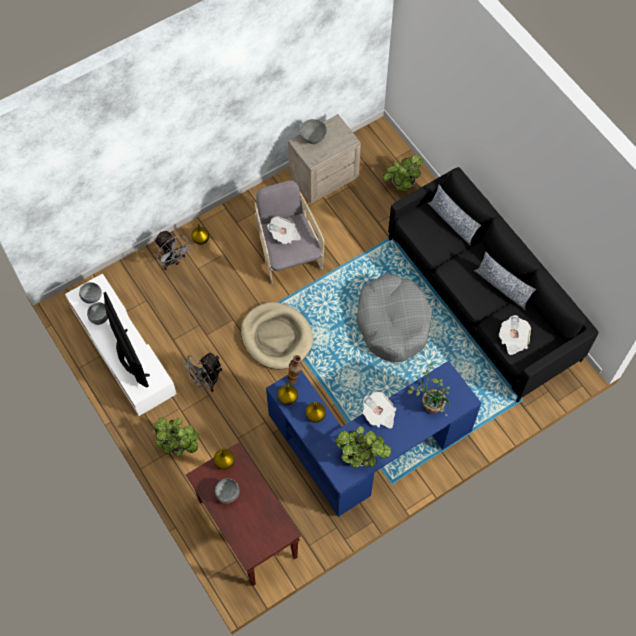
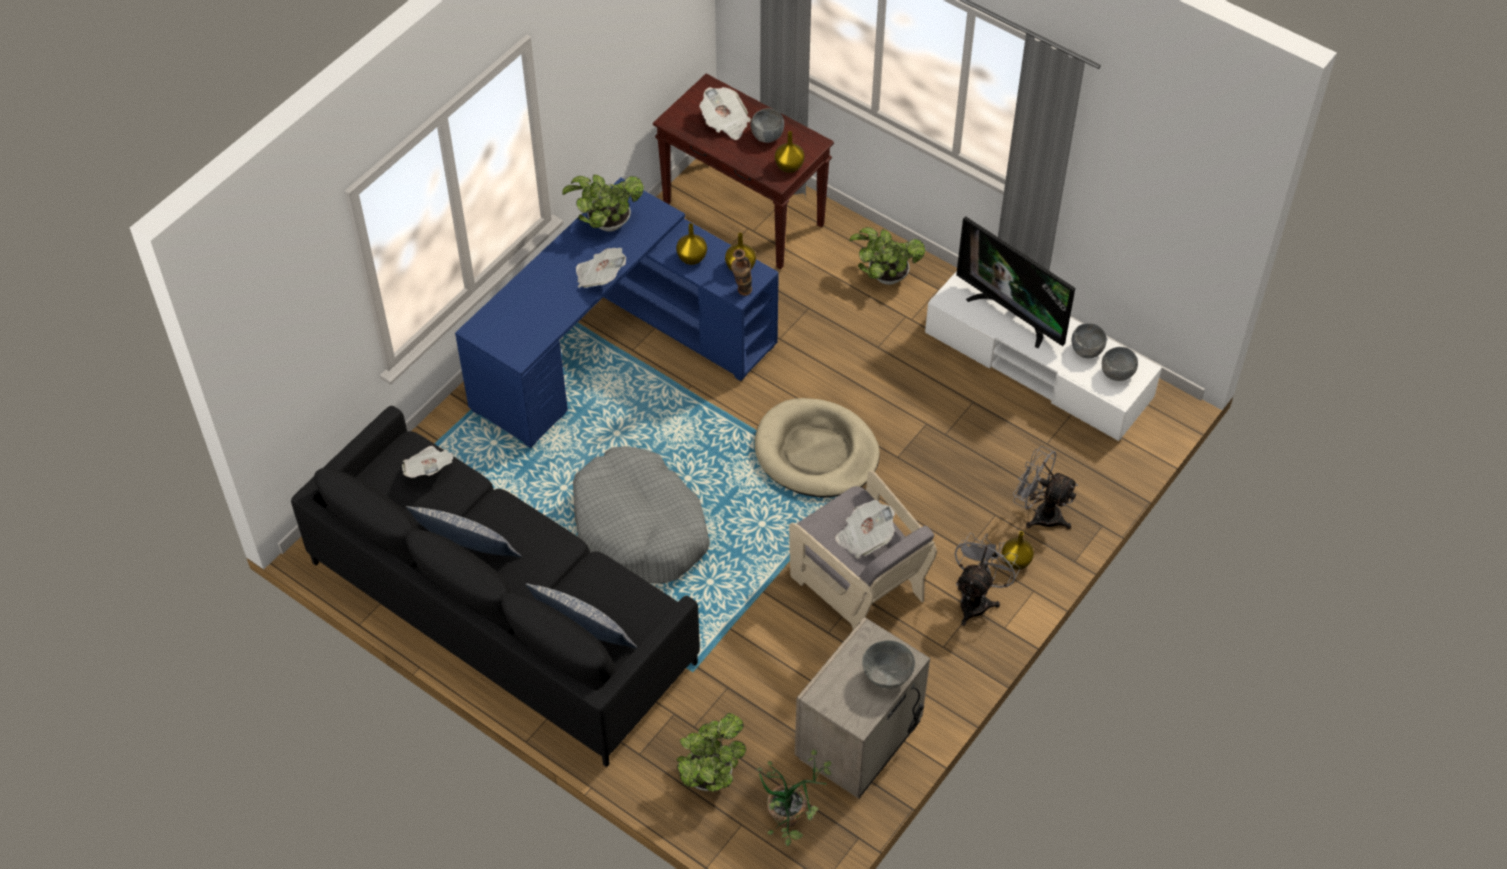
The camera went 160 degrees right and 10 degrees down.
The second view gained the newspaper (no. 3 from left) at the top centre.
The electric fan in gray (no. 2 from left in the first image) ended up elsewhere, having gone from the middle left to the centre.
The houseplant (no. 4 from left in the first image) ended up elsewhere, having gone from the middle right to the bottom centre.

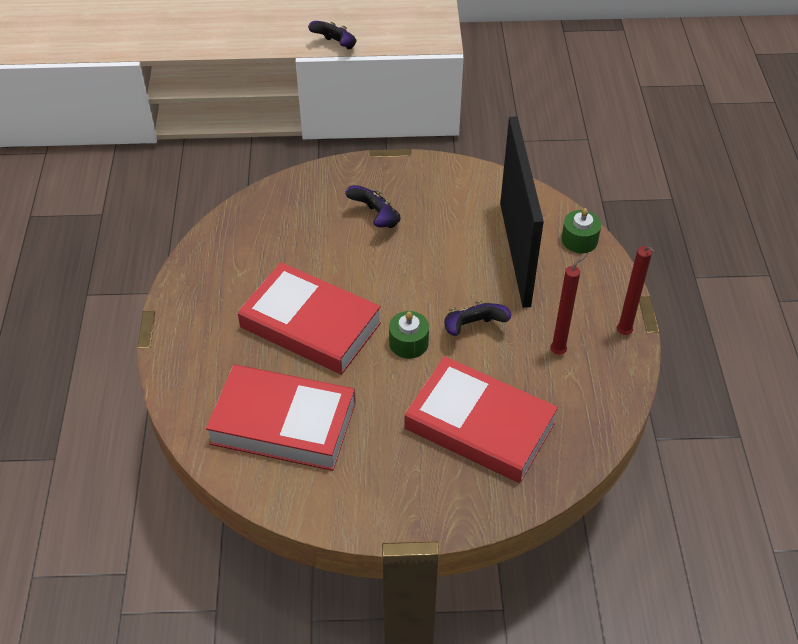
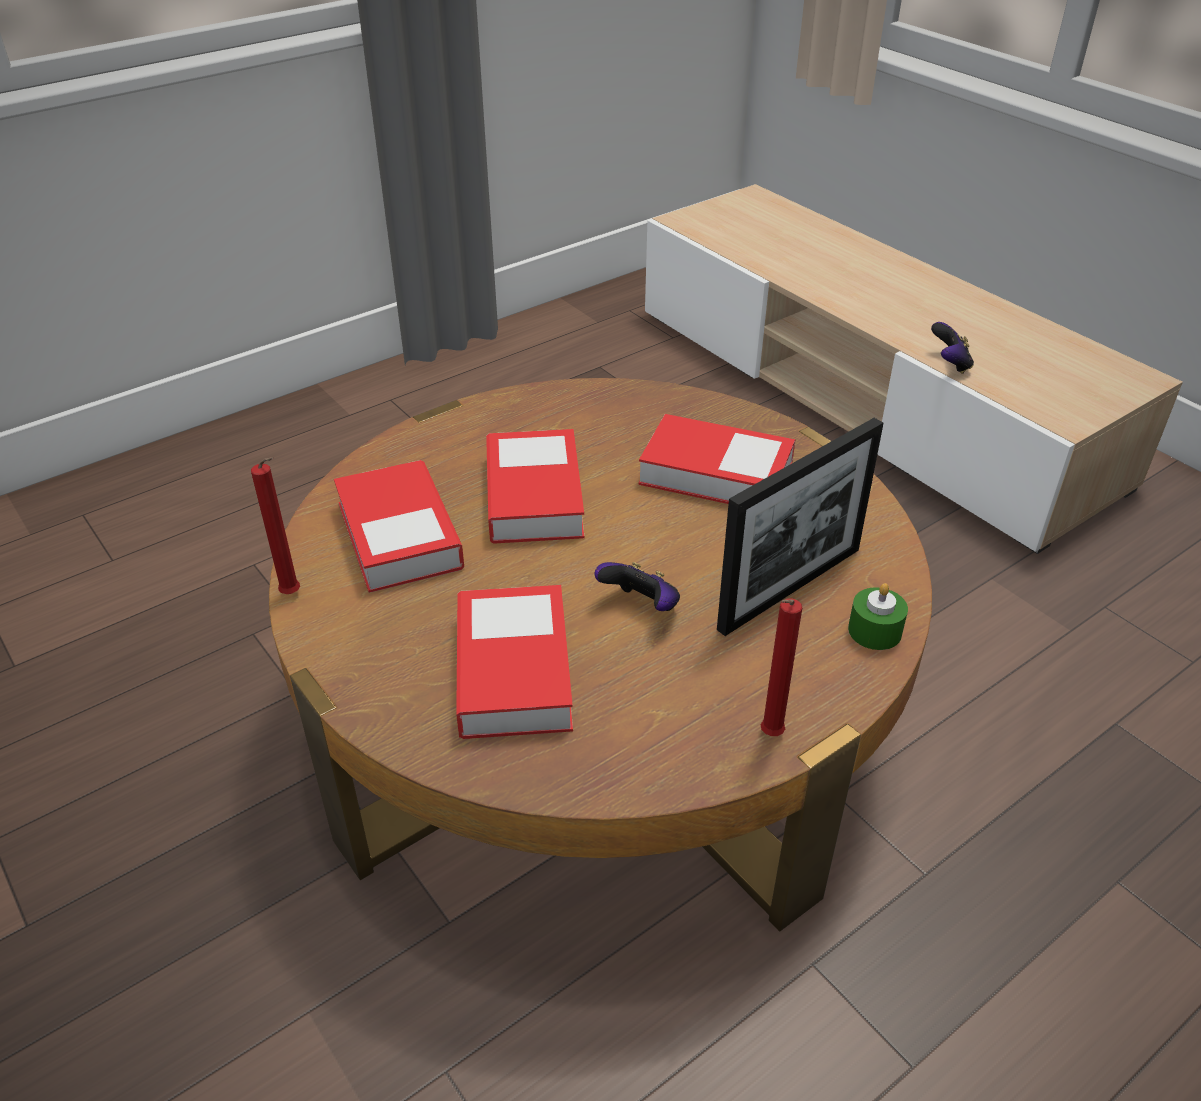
The camera went 55 degrees right and 10 degrees down.
The second view lost the wax light in greenish (no. 1 from left) at the centre.
The wax light in red-coloured (no. 1 from left) ended up elsewhere, having gone from the middle right to the middle left.
Where the gamepad (no. 2 from left) stood at the top centre, the book (no. 4 from left) came to stand at the centre.

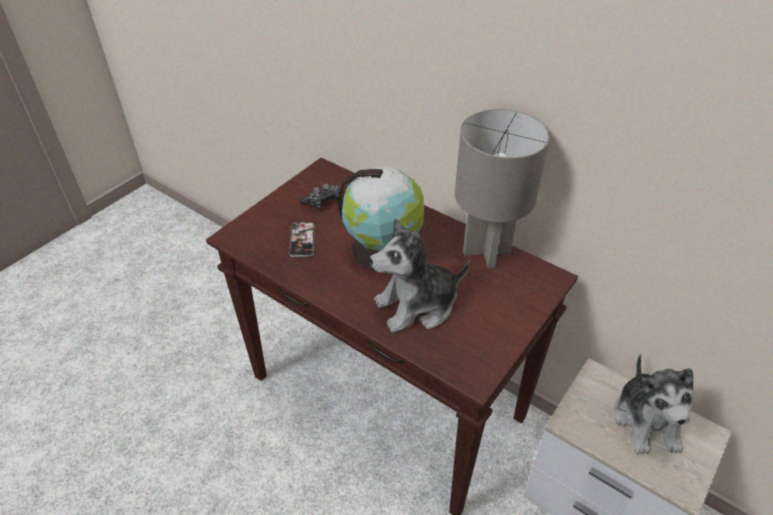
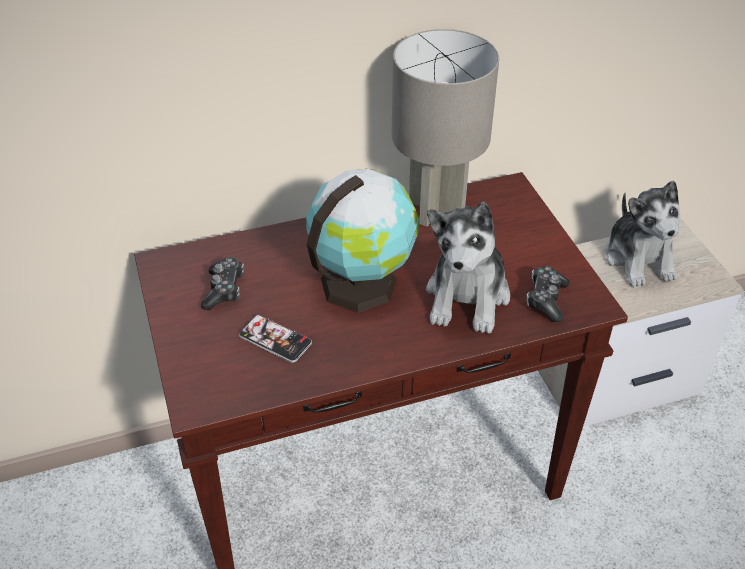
The camera went 55 degrees left and 0 degrees up.
The second view gained the gamepad (no. 2 from left) at the middle right.
The plush toy (no. 2 from left) at the bottom right ended up facing another way, 45 degrees clockwise from before.

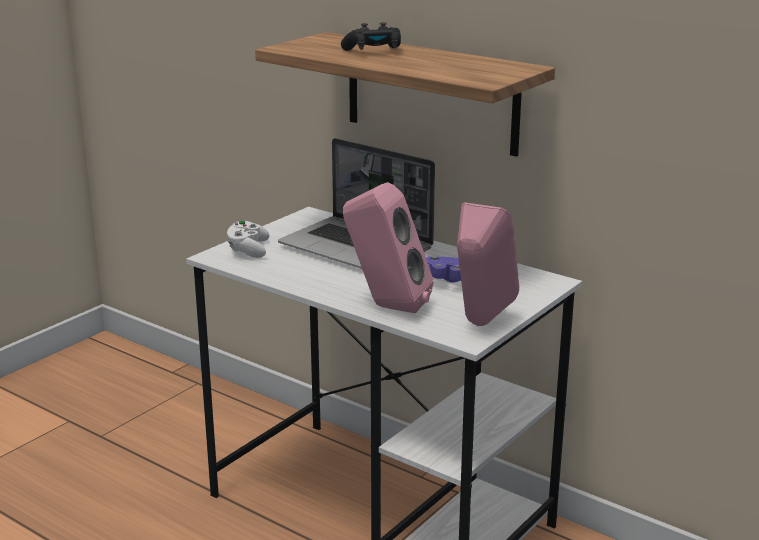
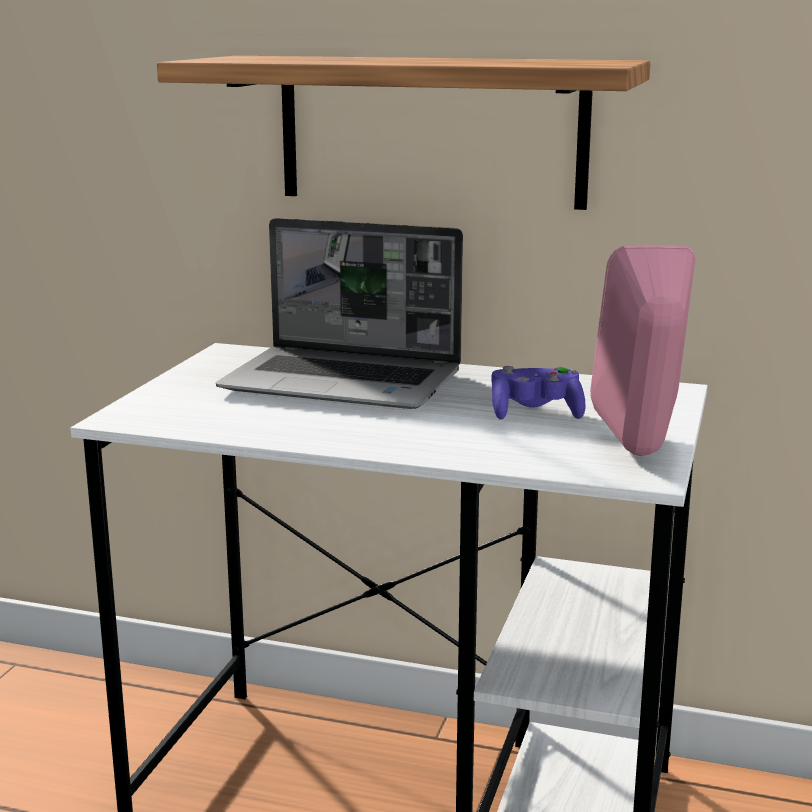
The camera went 20 degrees left and 5 degrees down.
The second view lost the gamepad in white at the middle left.
The second view lost the gamepad in black-coloured at the top centre.
The second view lost the audio speaker in pinkish (no. 1 from left) at the centre.

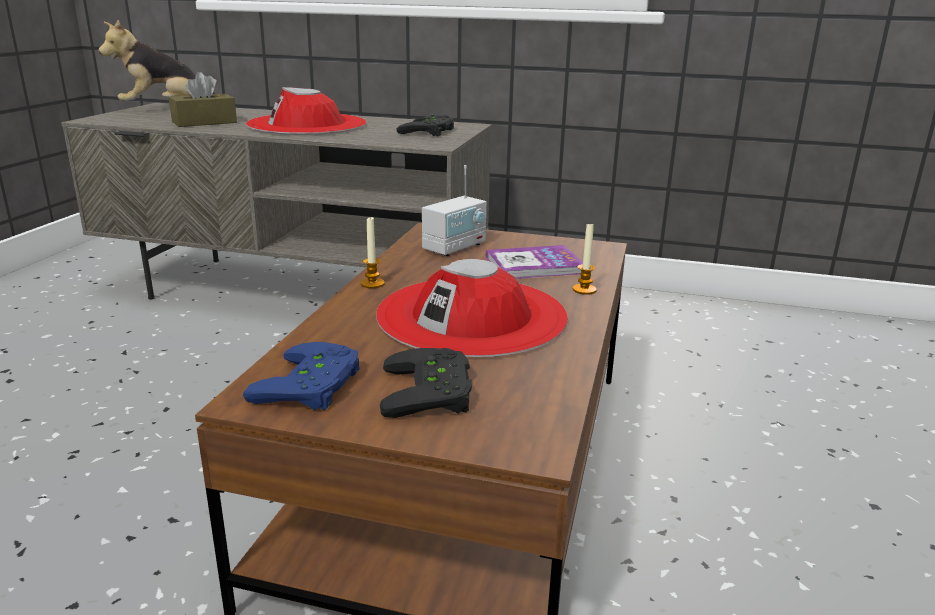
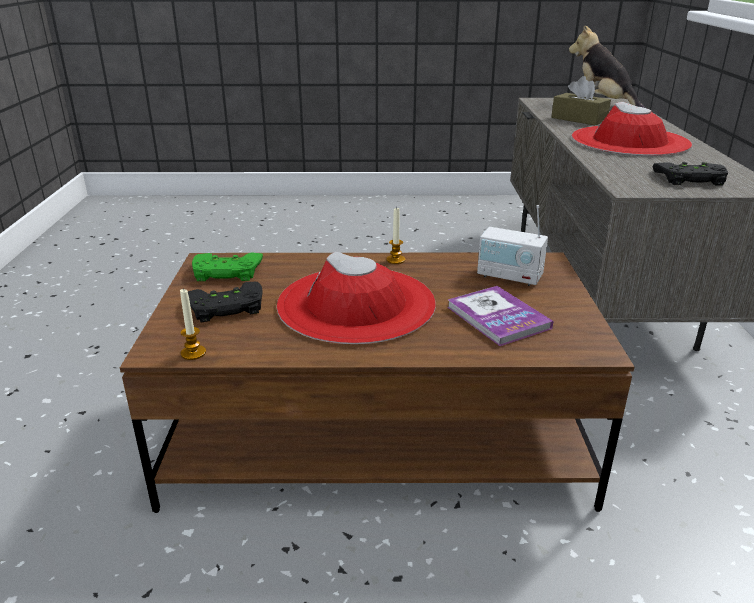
The camera went 75 degrees right and 5 degrees up.
The wax light (no. 2 from left in the first image) ended up elsewhere, having gone from the centre to the middle left.
What was the gamepad in bluish at the middle left turned into the gamepad in greenish at the middle left.

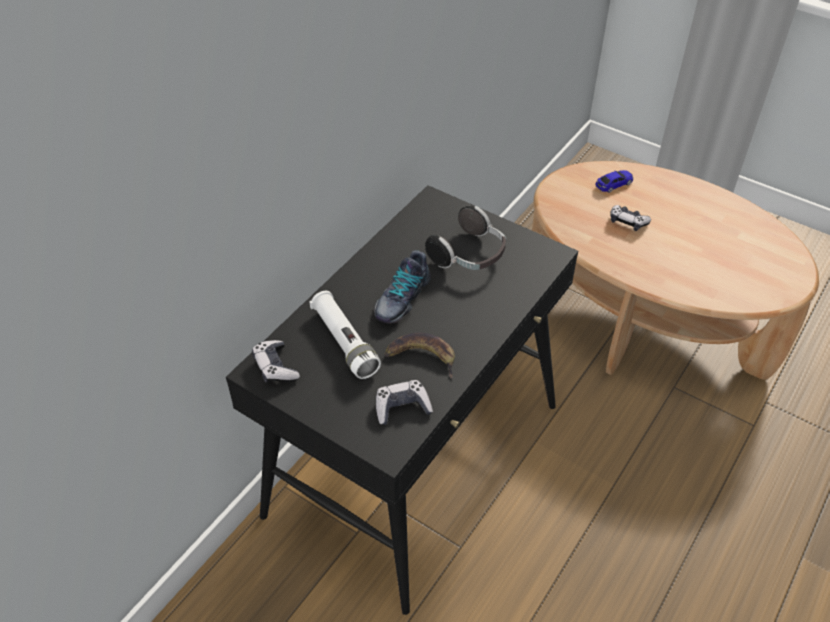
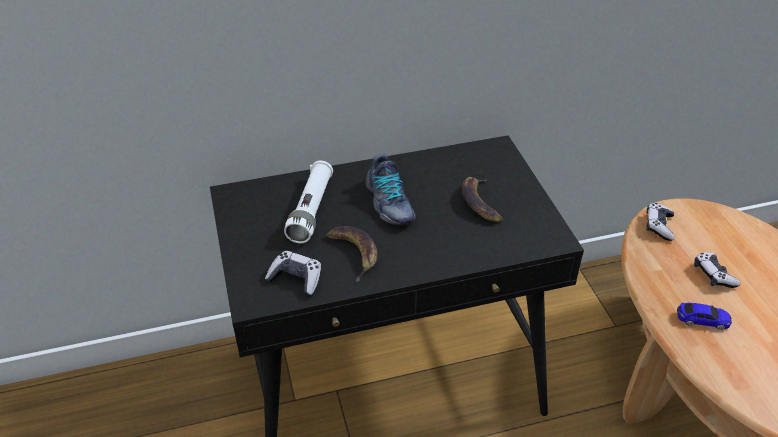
The camera went 40 degrees right and 5 degrees down.
The gamepad (no. 1 from left in the first image) ended up elsewhere, having gone from the middle left to the middle right.
The model car ended up elsewhere, having gone from the top right to the bottom right.
Where the headphones stood at the centre, the whole banana (no. 2 from left) came to stand at the centre.
The low shoe at the centre ended up facing another way, 90 degrees counterclockwise from before.

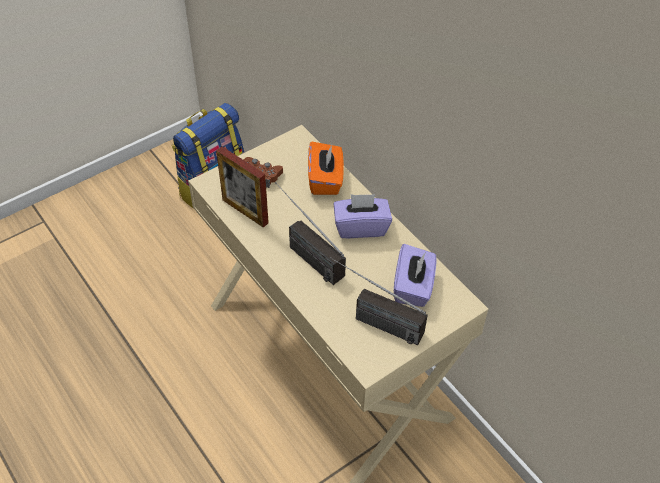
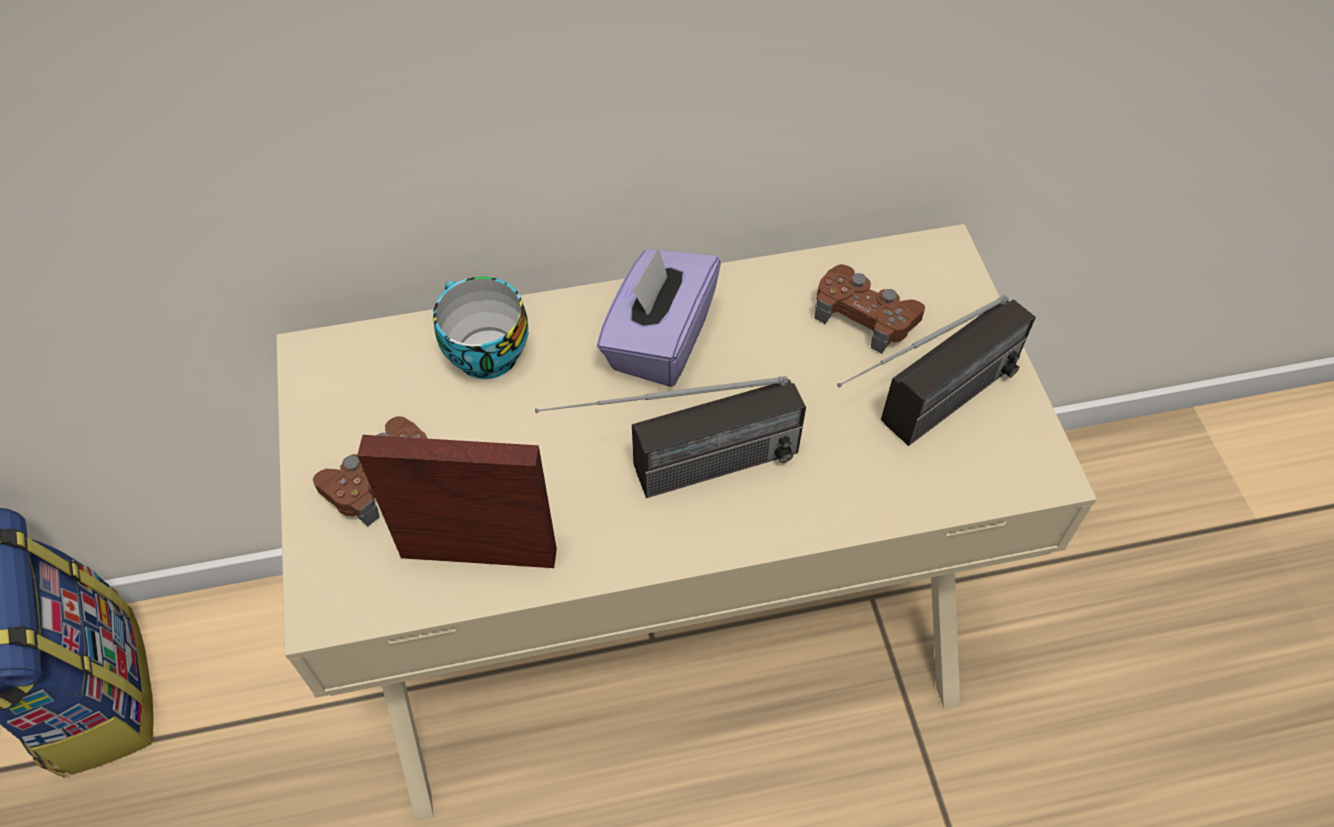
The camera went 65 degrees left and 5 degrees up.
Where the box of tissues in orangey stood at the centre, the small cup came to stand at the centre.
Where the box of tissues in purplish (no. 2 from left) stood at the centre, the gamepad in brown-coloured (no. 2 from left) came to stand at the centre.
The standing frame at the centre ended up facing another way, 150 degrees counterclockwise from before.

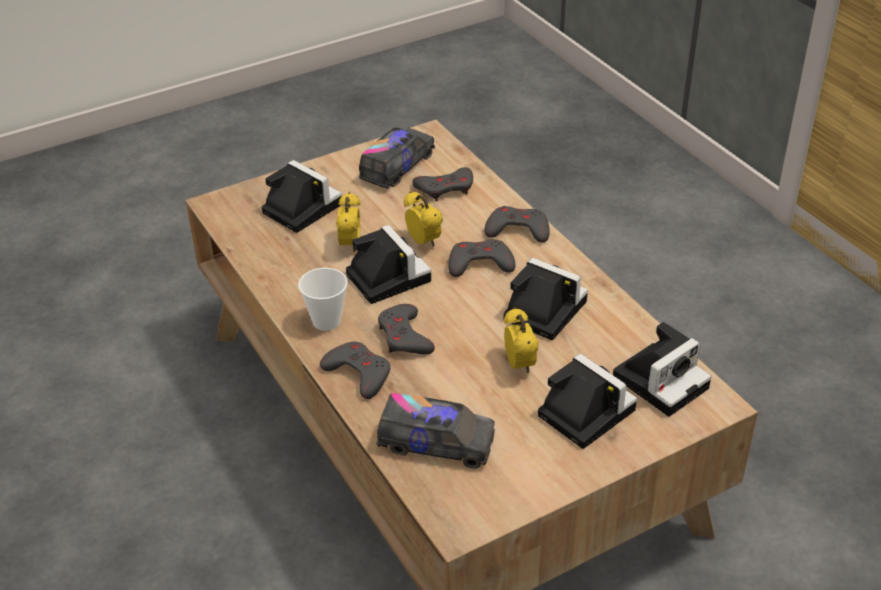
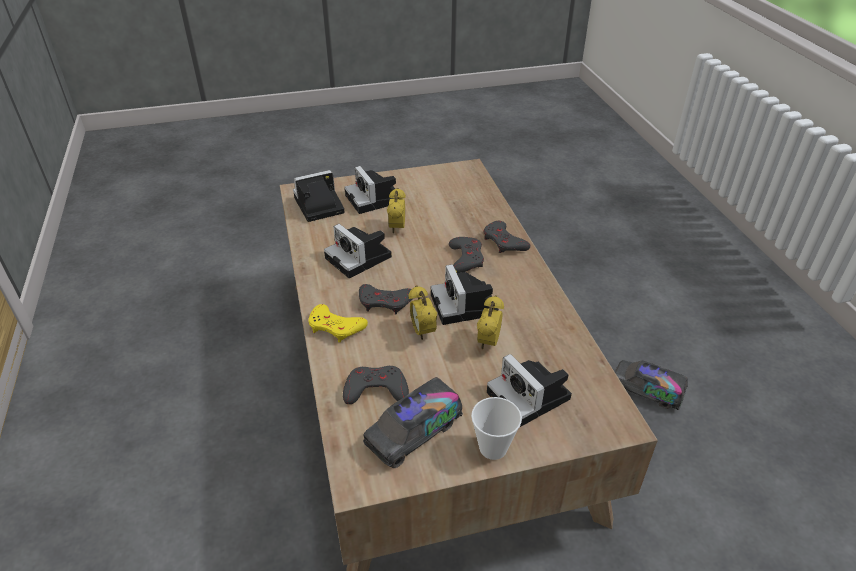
The camera went 165 degrees left and 0 degrees up.
The small cup ended up elsewhere, having gone from the centre to the bottom centre.
The toy truck (no. 2 from left) ended up elsewhere, having gone from the bottom centre to the bottom right.
What was the gamepad in gray (no. 5 from left) at the centre turned into the gamepad in yellow at the centre.

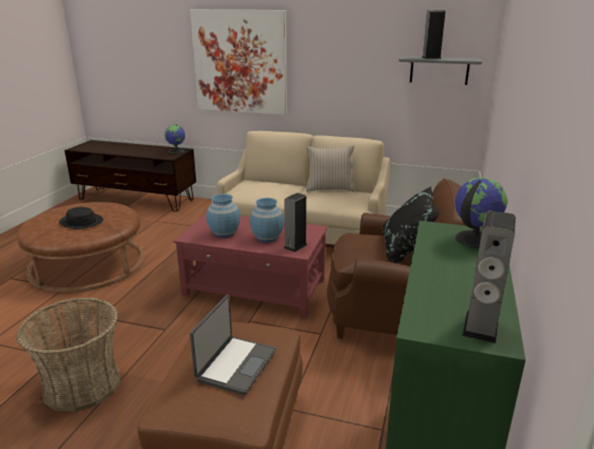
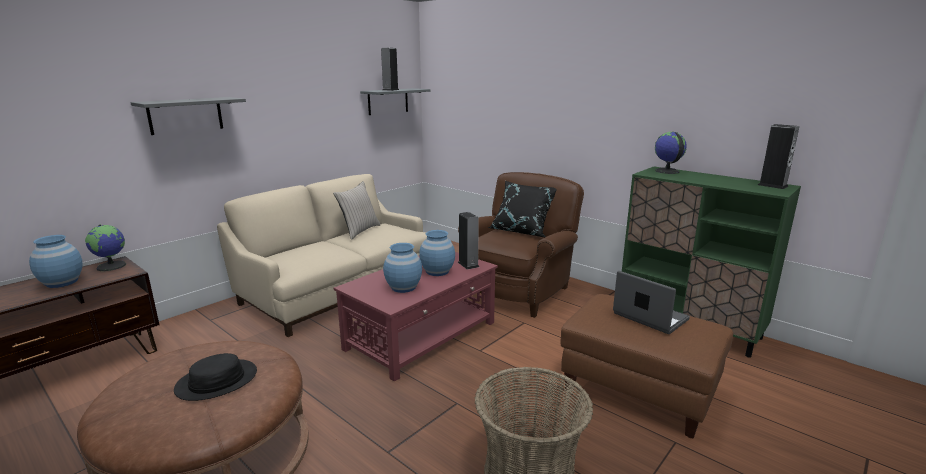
The camera went 65 degrees left and 5 degrees down.
The second view gained the vase in bluish (no. 1 from left) at the middle left.
Where the picture hung at the top centre, the bracket shelf in gray (no. 1 from left) came to hang at the top left.

